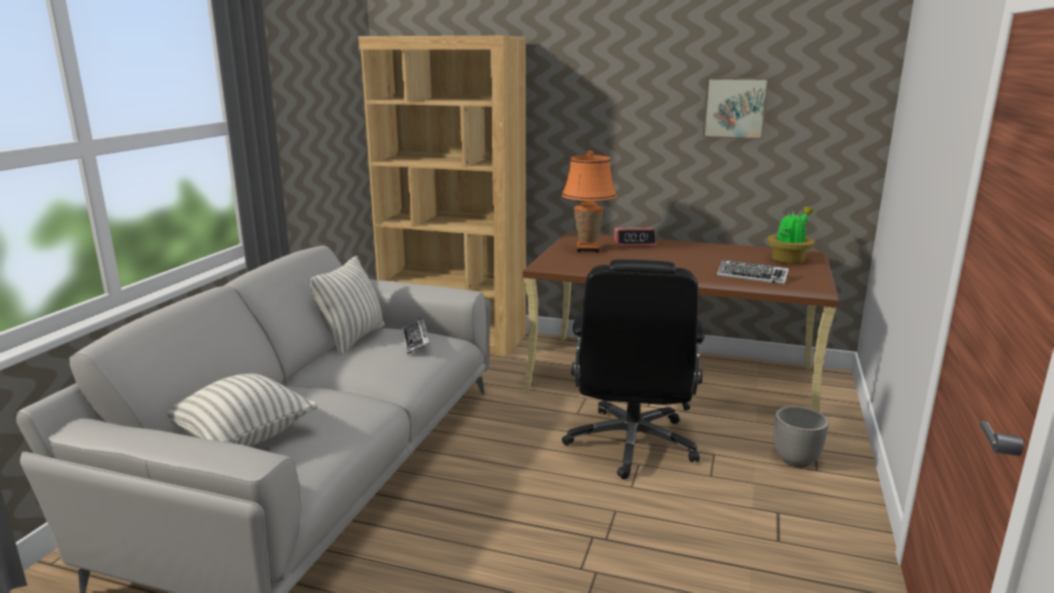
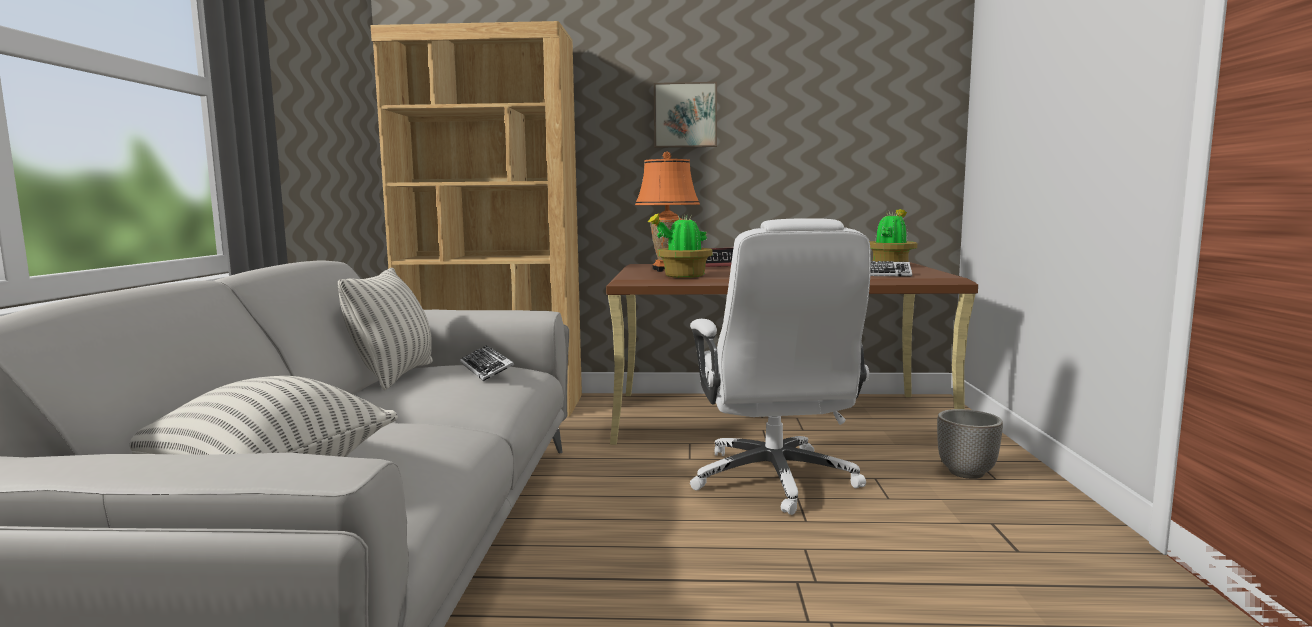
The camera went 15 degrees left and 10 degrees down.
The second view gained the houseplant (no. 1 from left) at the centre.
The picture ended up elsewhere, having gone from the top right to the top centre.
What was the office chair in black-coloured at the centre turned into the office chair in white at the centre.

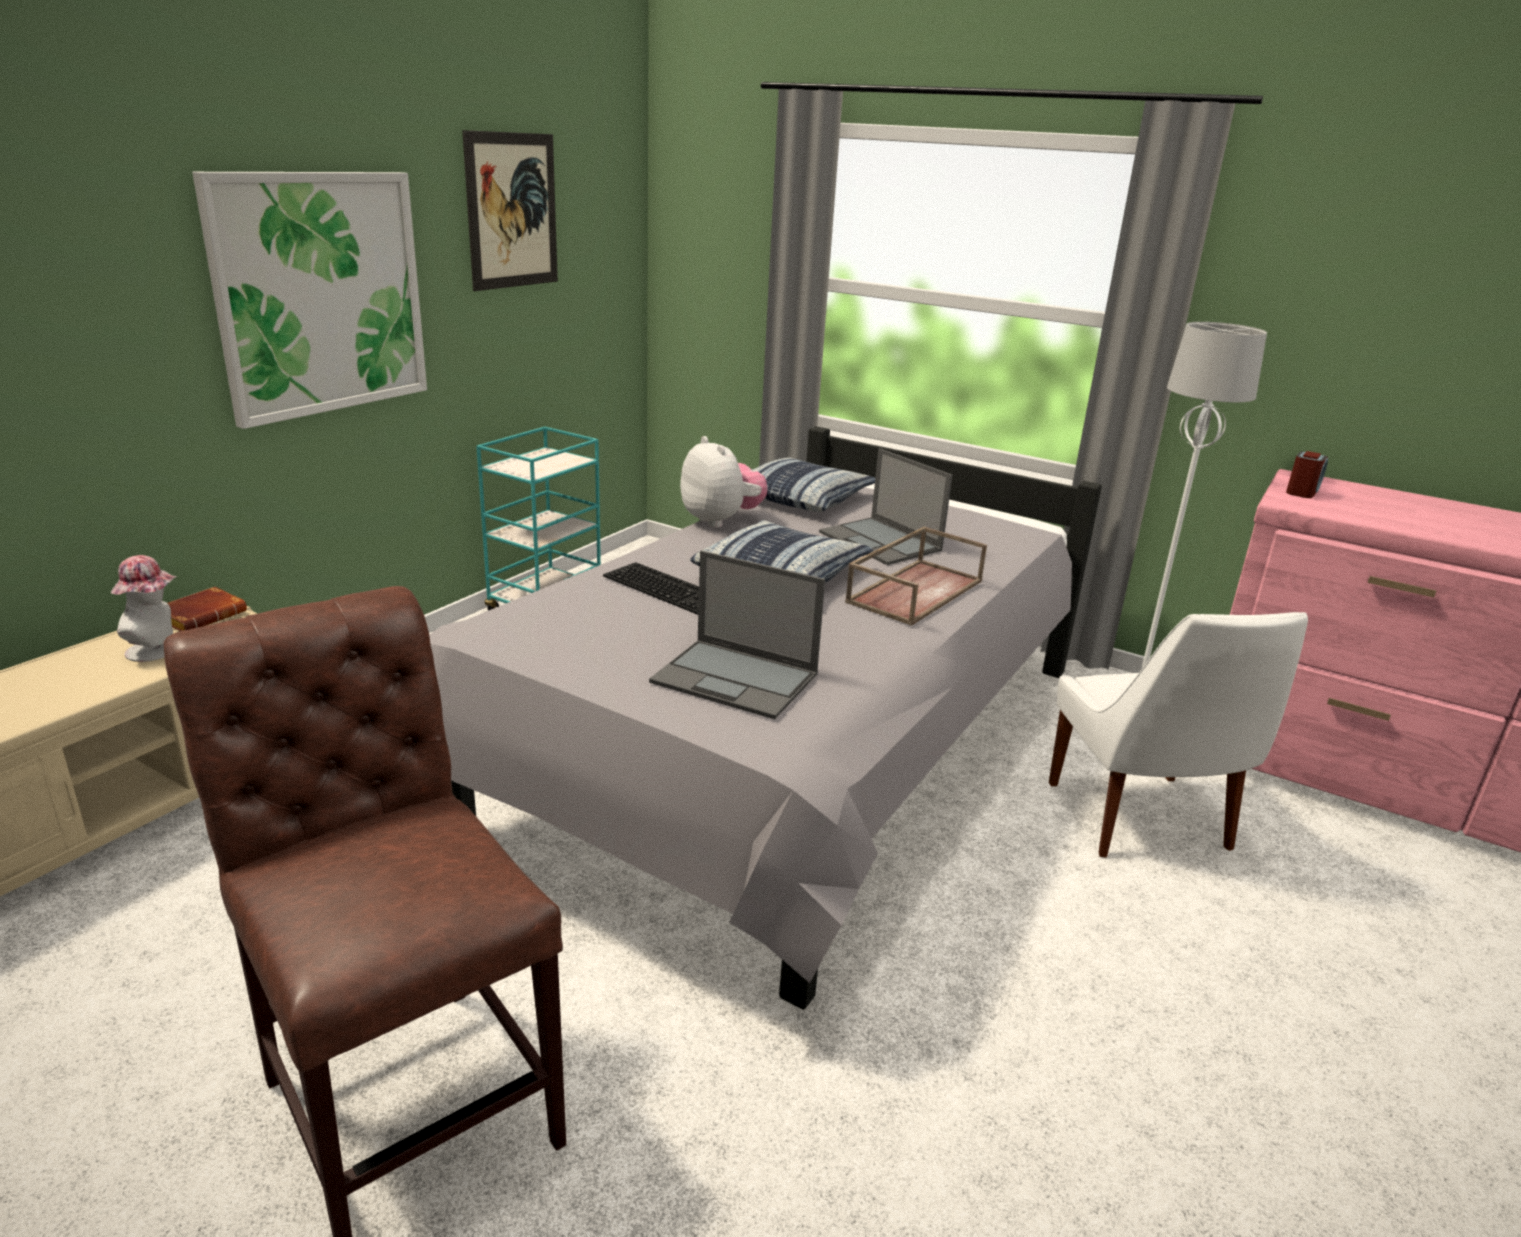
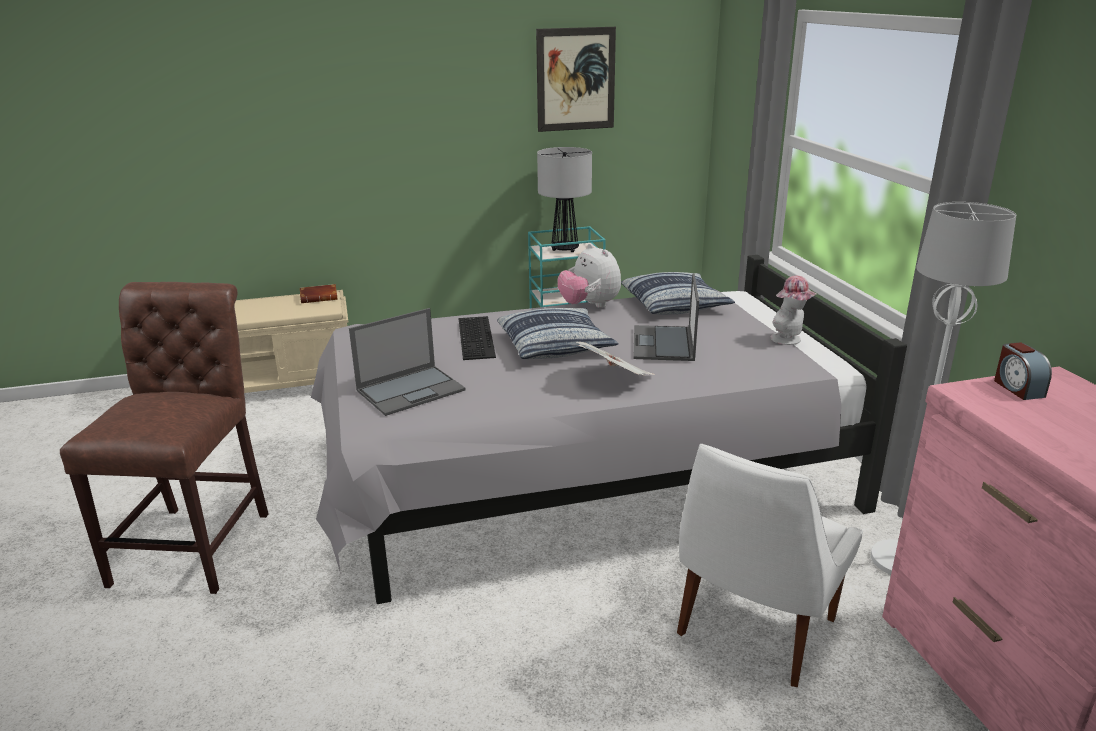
The camera went 45 degrees right and 0 degrees up.
The second view lost the picture (no. 1 from left) at the top left.
The second view gained the table lamp at the top centre.
The clothing hat ended up elsewhere, having gone from the middle left to the middle right.
Where the serving tray in brown-coloured stood at the centre, the newspaper came to stand at the centre.
The laptop (no. 1 from left) at the centre ended up facing another way, 105 degrees counterclockwise from before.
The plush toy at the centre ended up facing another way, 135 degrees clockwise from before.
The bedside clock at the middle right ended up facing another way, 90 degrees clockwise from before.

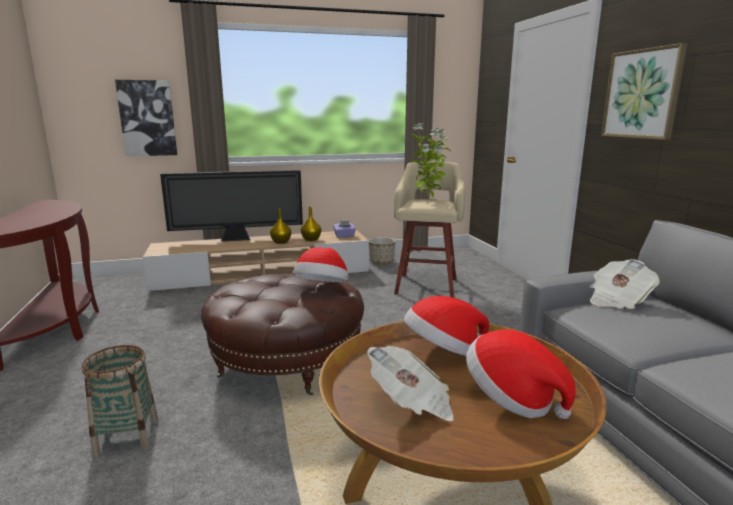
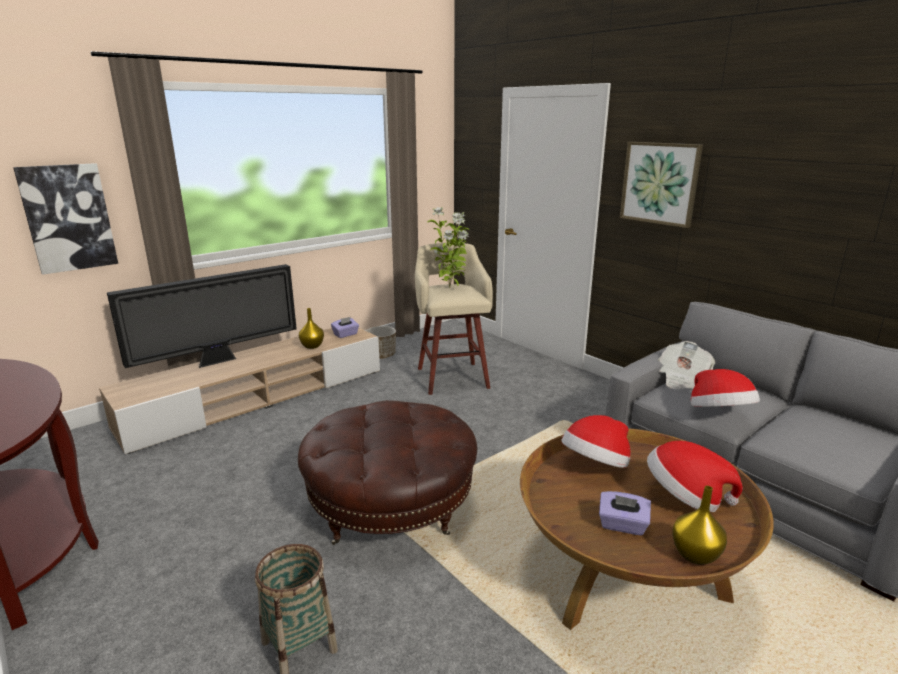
The camera went 25 degrees left and 5 degrees up.
The vase in yellow (no. 1 from left in the first image) ended up elsewhere, having gone from the centre to the bottom right.
The clothing hat (no. 1 from left in the first image) ended up elsewhere, having gone from the centre to the middle right.
Where the newspaper (no. 1 from left) stood at the bottom centre, the box of tissues in purplish (no. 2 from left) came to stand at the bottom right.

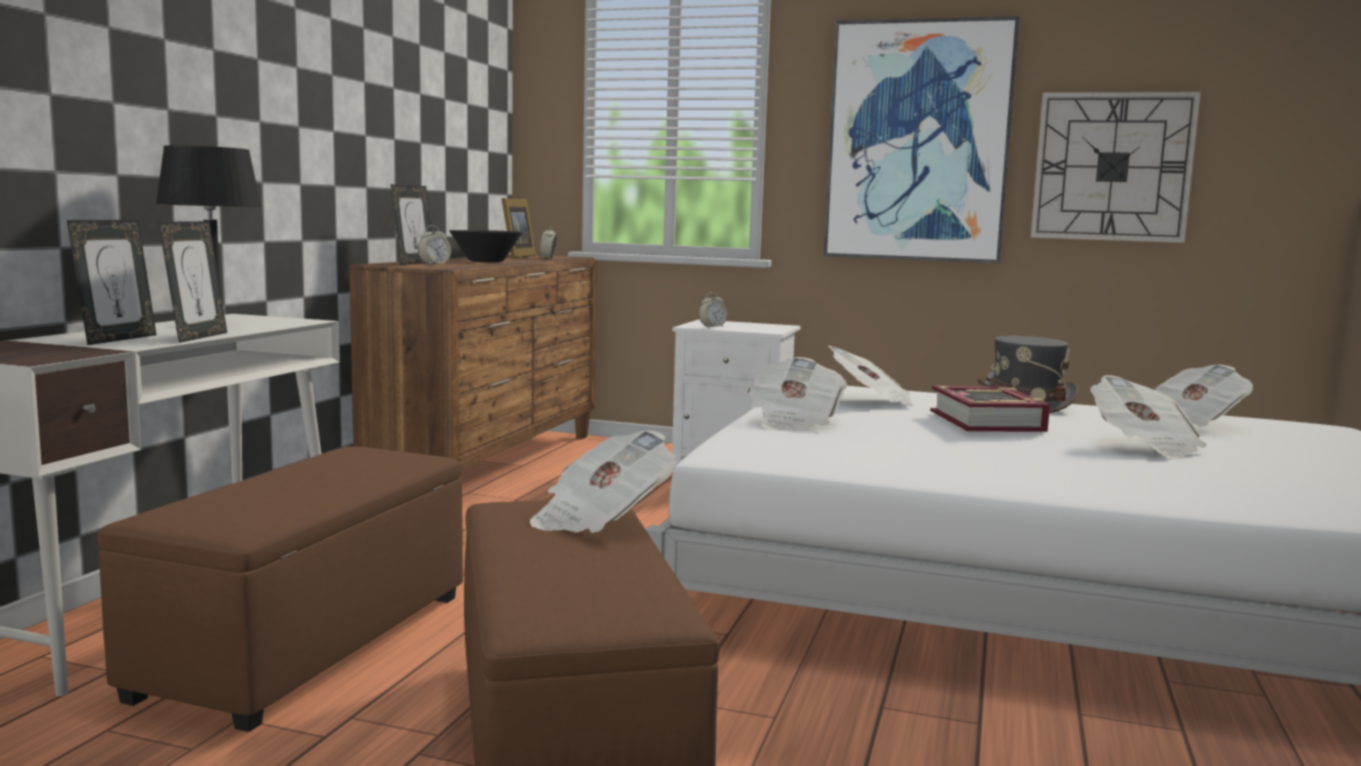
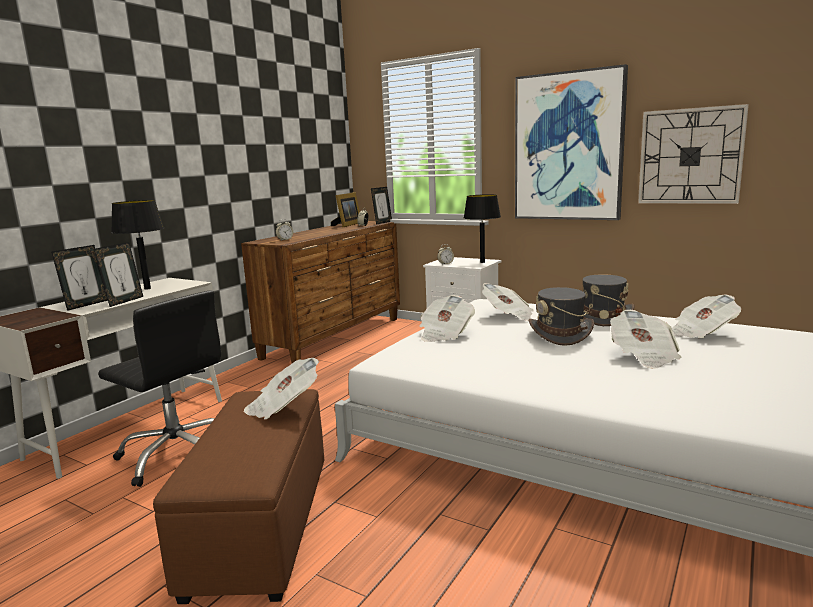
The camera went 15 degrees right and 5 degrees up.
The second view lost the serving bowl in black-coloured at the top centre.
The second view gained the table lamp in black-coloured (no. 2 from left) at the centre.
The standing frame (no. 3 from left in the first image) ended up elsewhere, having gone from the top left to the centre.
Where the ottoman in brown-coloured (no. 1 from left) stood at the bottom left, the office chair in black-coloured came to stand at the middle left.
Where the book stood at the middle right, the clothing hat in gray (no. 1 from left) came to stand at the middle right.

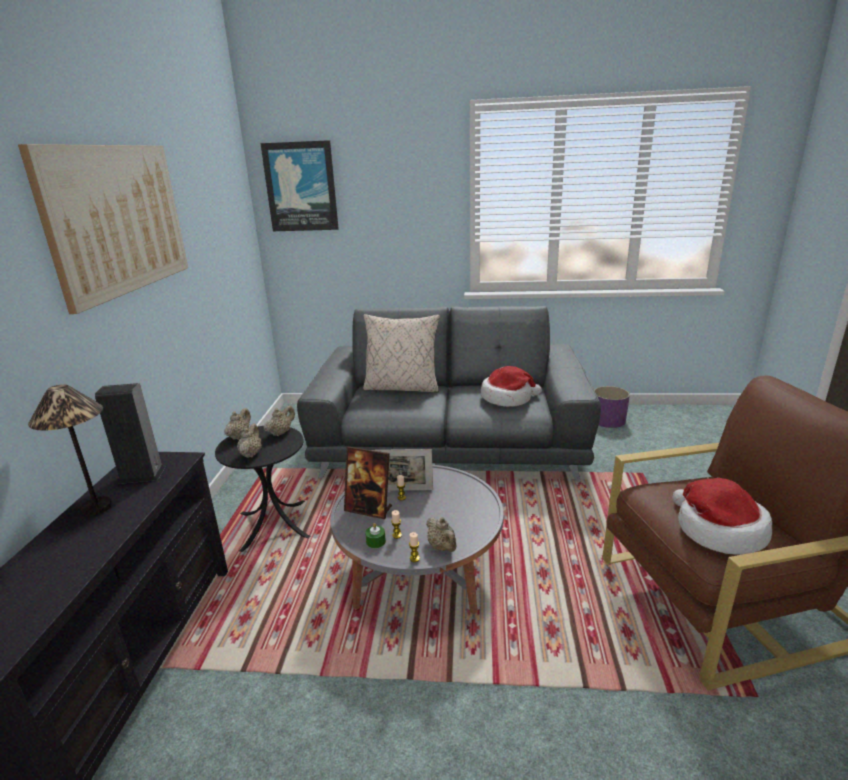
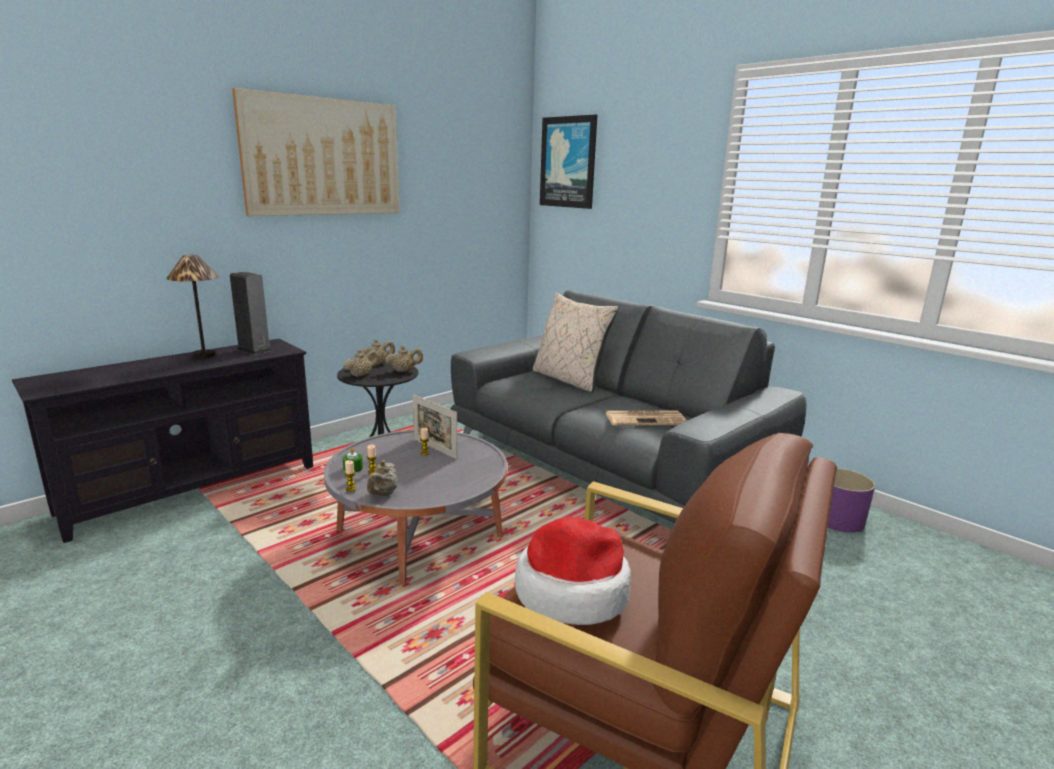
The camera went 40 degrees right and 5 degrees down.
The second view lost the standing frame (no. 1 from left) at the centre.
Where the clothing hat (no. 1 from left) stood at the centre, the newspaper came to stand at the centre.

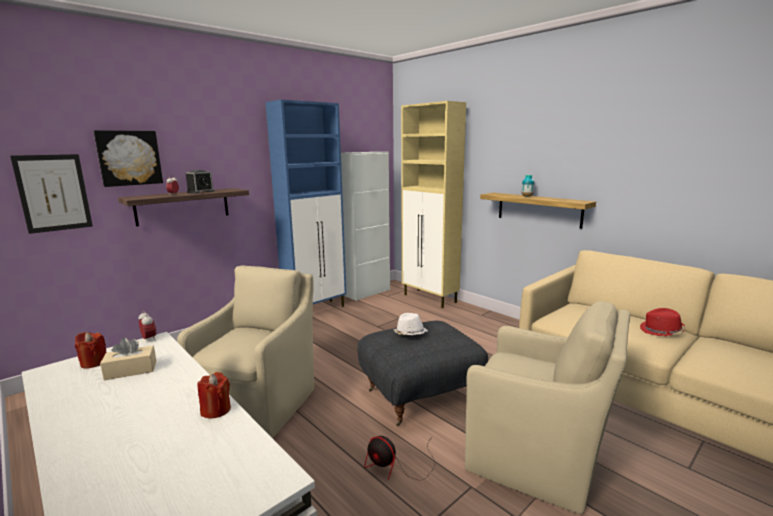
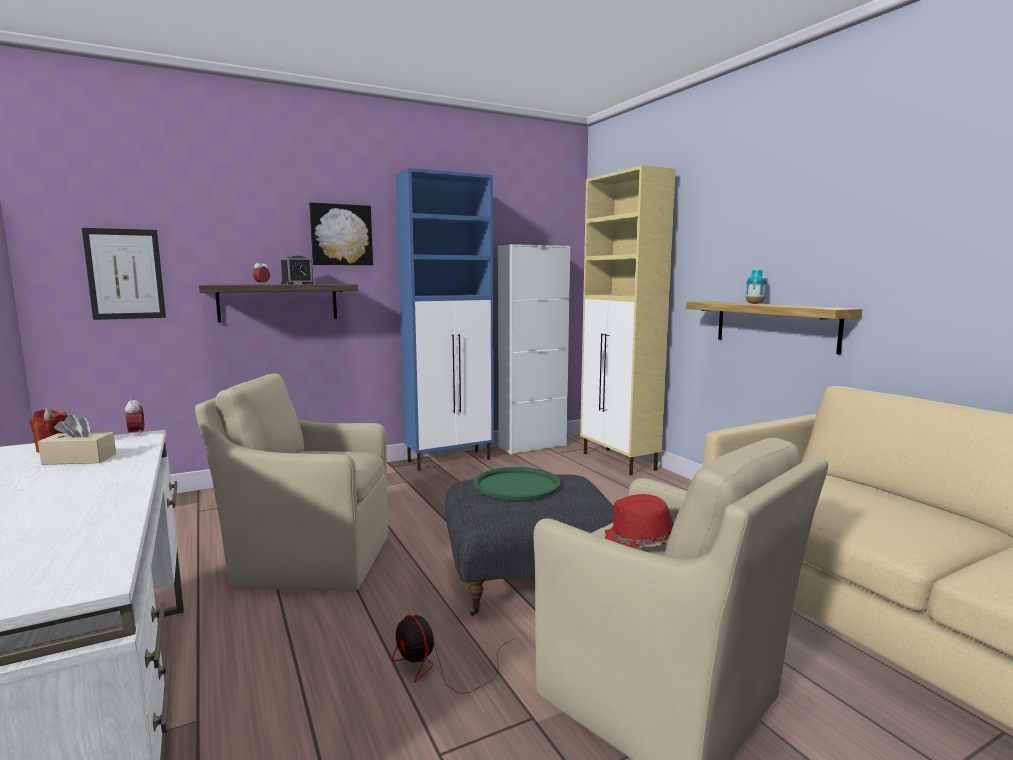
The camera went 15 degrees right and 5 degrees down.
The second view lost the wax light in red-coloured (no. 2 from left) at the bottom left.
The picture (no. 2 from left) ended up elsewhere, having gone from the top left to the top centre.
The clothing hat in red-coloured ended up elsewhere, having gone from the middle right to the bottom centre.
Where the clothing hat in white stood at the centre, the serving tray in greenish came to stand at the centre.
The armchair in sand-coloured (no. 1 from left) at the bottom left ended up facing another way, 120 degrees counterclockwise from before.

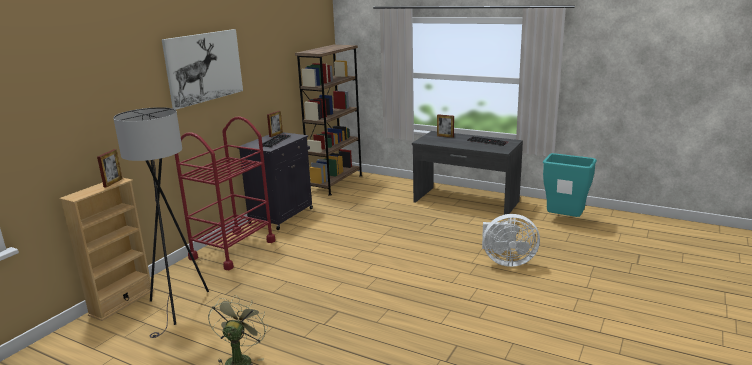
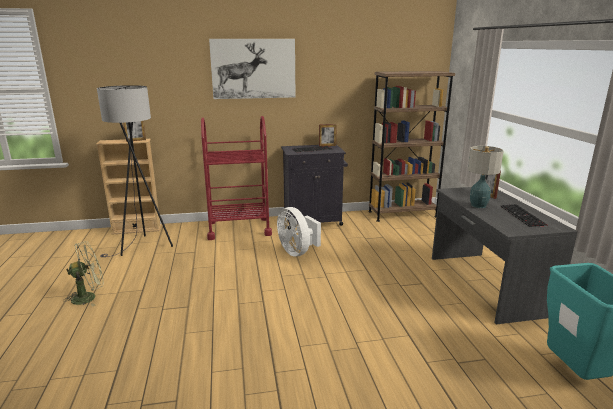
The camera went 50 degrees right and 0 degrees up.
The second view gained the table lamp at the middle right.
The electric fan in white ended up elsewhere, having gone from the middle right to the centre.

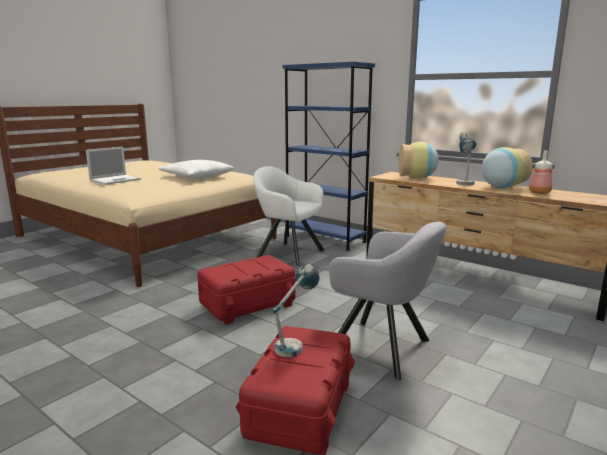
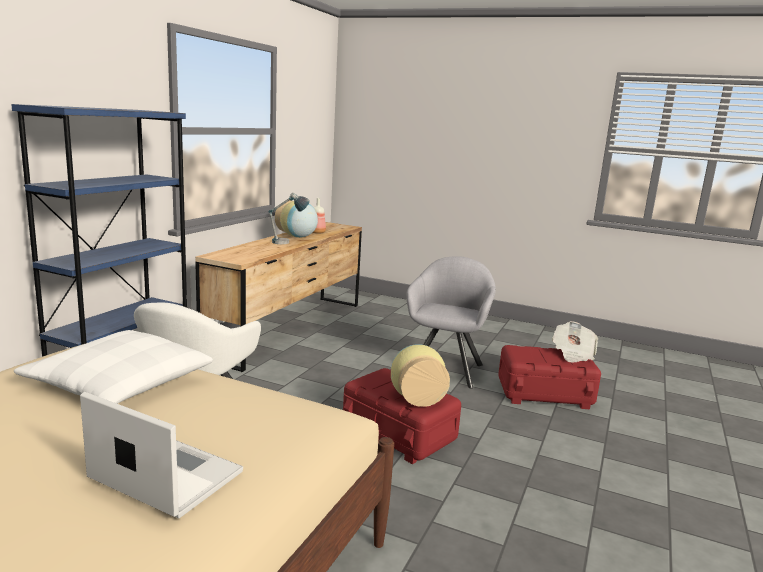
The camera went 105 degrees left and 0 degrees up.
The second view lost the table lamp (no. 1 from left) at the bottom centre.
The second view gained the newspaper at the middle right.
The vase (no. 1 from left in the first image) ended up elsewhere, having gone from the middle right to the centre.

